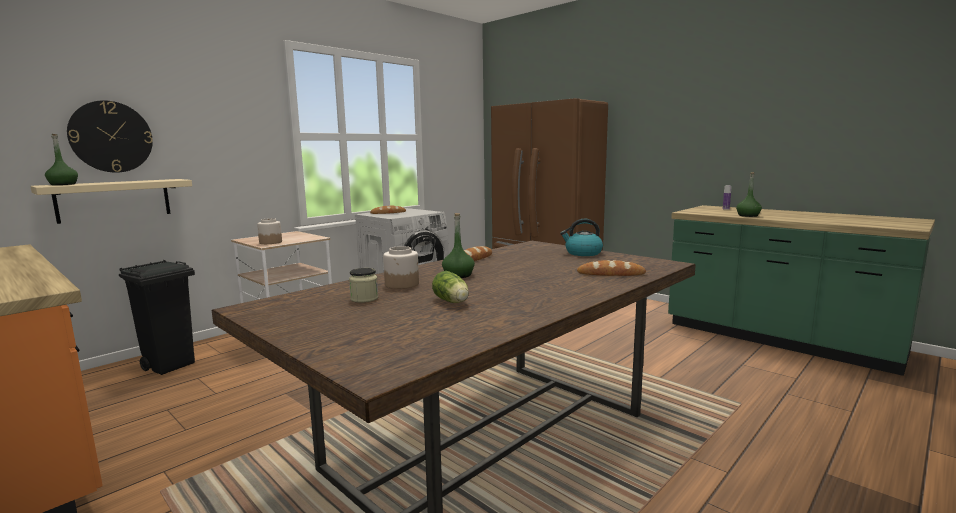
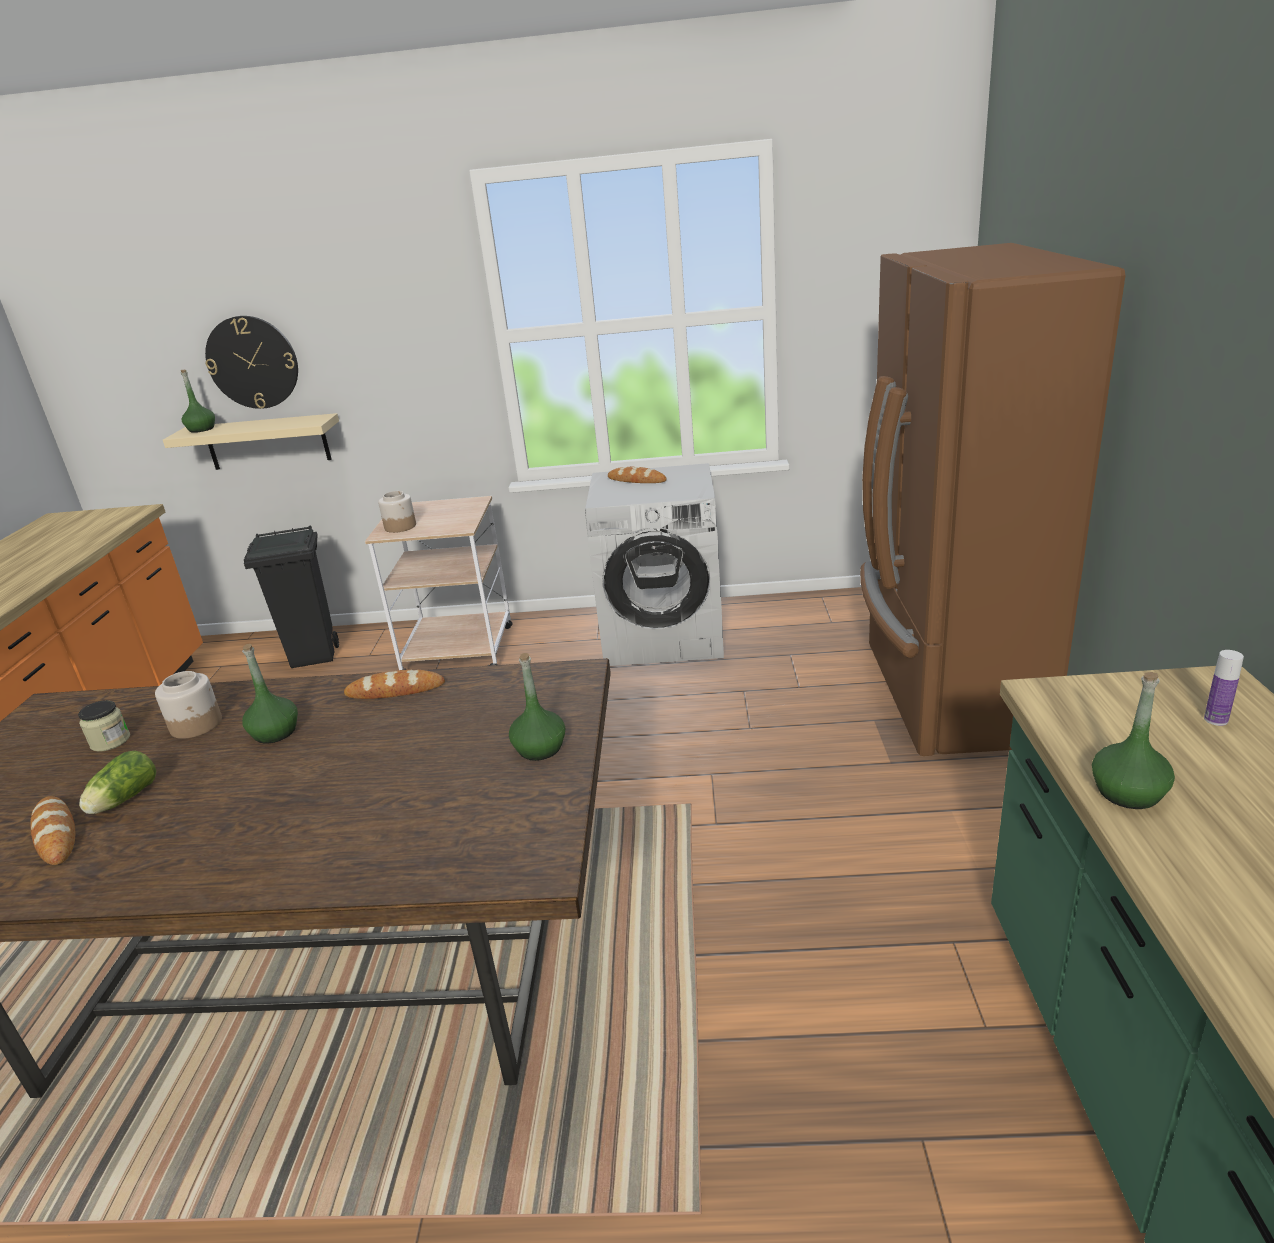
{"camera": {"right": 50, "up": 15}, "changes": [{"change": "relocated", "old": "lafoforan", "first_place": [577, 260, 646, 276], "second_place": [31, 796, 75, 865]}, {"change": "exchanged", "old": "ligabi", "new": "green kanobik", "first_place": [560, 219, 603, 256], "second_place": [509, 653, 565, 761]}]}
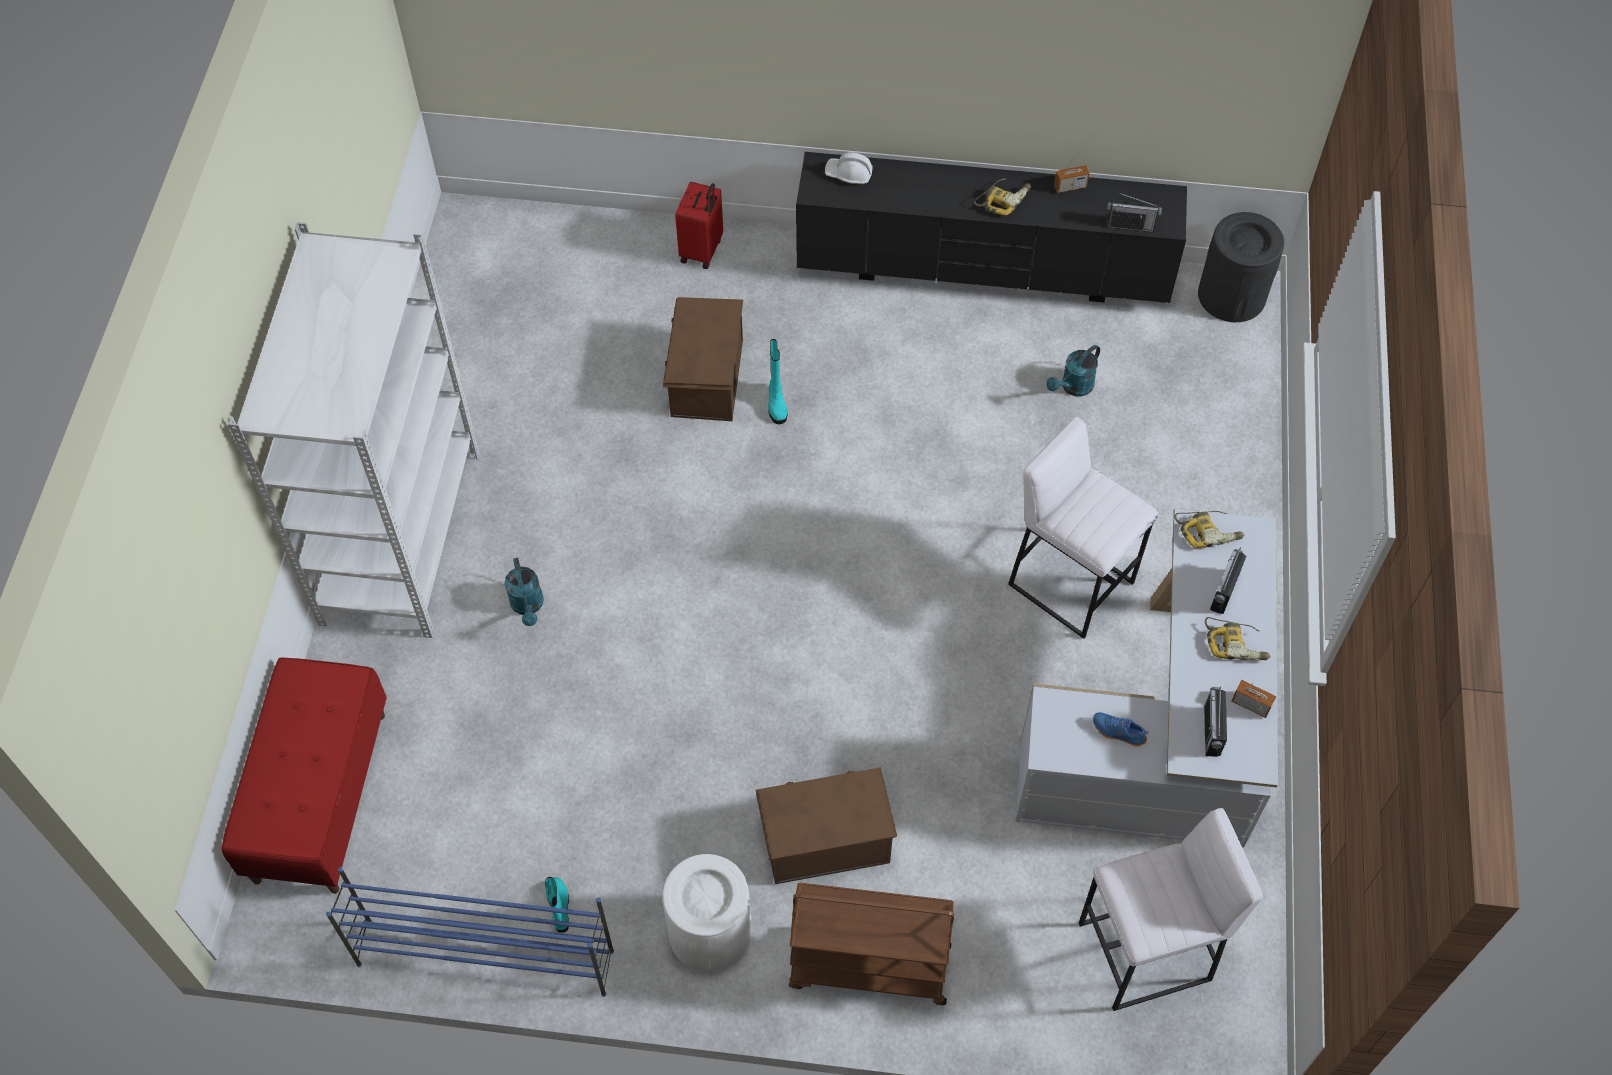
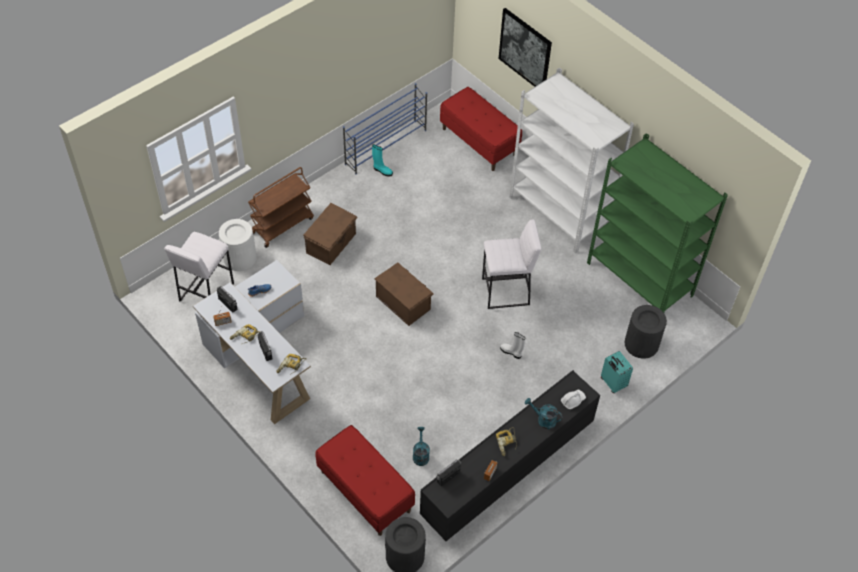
{"camera": {"right": 130, "up": -5}, "changes": [{"change": "appeared", "new": "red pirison", "second_place": [315, 425, 415, 536]}, {"change": "appeared", "new": "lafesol", "second_place": [498, 8, 552, 87]}, {"change": "appeared", "new": "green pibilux", "second_place": [587, 133, 728, 312]}, {"change": "appeared", "new": "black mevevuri", "second_place": [625, 305, 667, 359]}, {"change": "relocated", "old": "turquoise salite", "first_place": [505, 558, 544, 626], "second_place": [525, 398, 562, 429]}, {"change": "relocated", "old": "white mevevuri", "first_place": [662, 854, 752, 973], "second_place": [219, 219, 257, 271]}, {"change": "relocated", "old": "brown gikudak", "first_place": [663, 297, 743, 421], "second_place": [374, 263, 434, 326]}, {"change": "relocated", "old": "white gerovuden", "first_place": [1008, 417, 1158, 639], "second_place": [482, 219, 541, 309]}, {"change": "colour", "old": "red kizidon", "new": "turquoise kizidon", "first_place": [675, 182, 723, 269], "second_place": [601, 351, 633, 393]}, {"change": "colour", "old": "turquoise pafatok", "new": "white pafatok", "first_place": [768, 339, 788, 424], "second_place": [500, 332, 525, 359]}]}
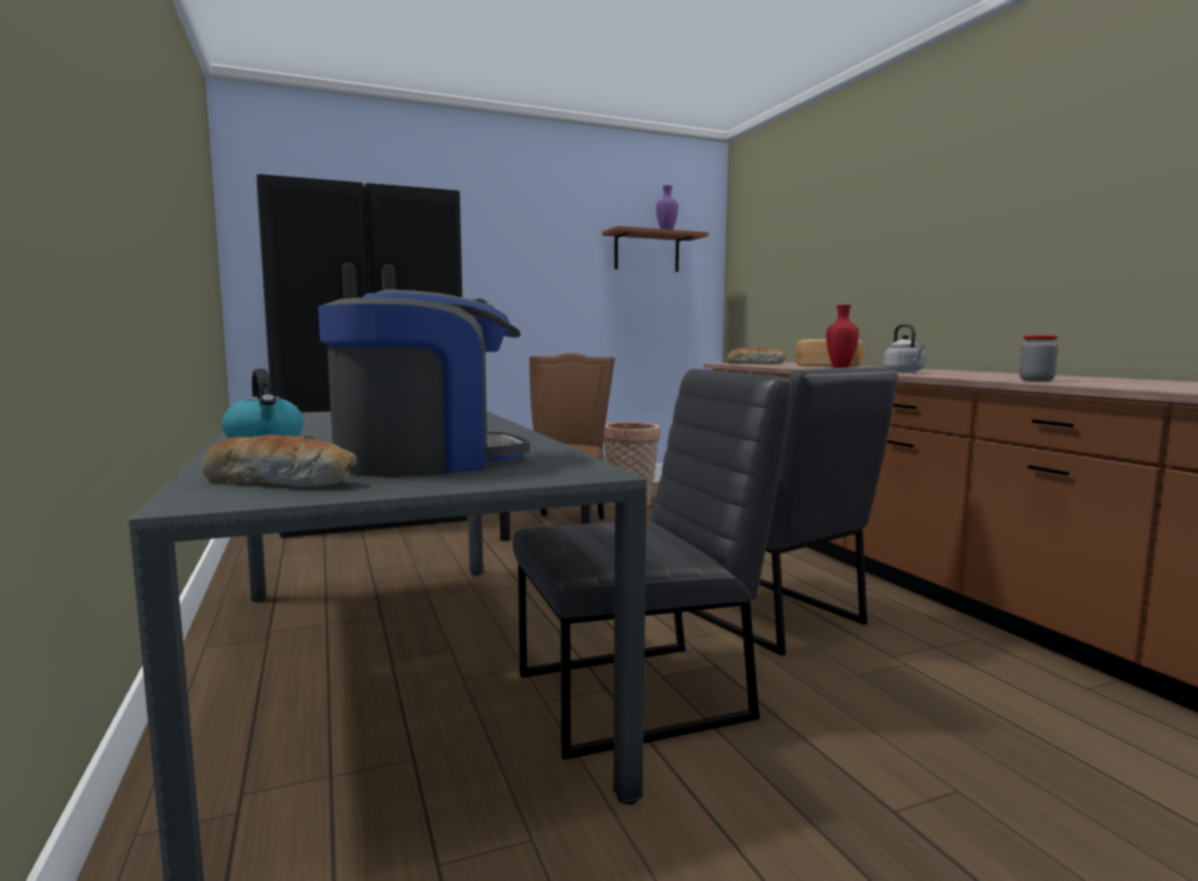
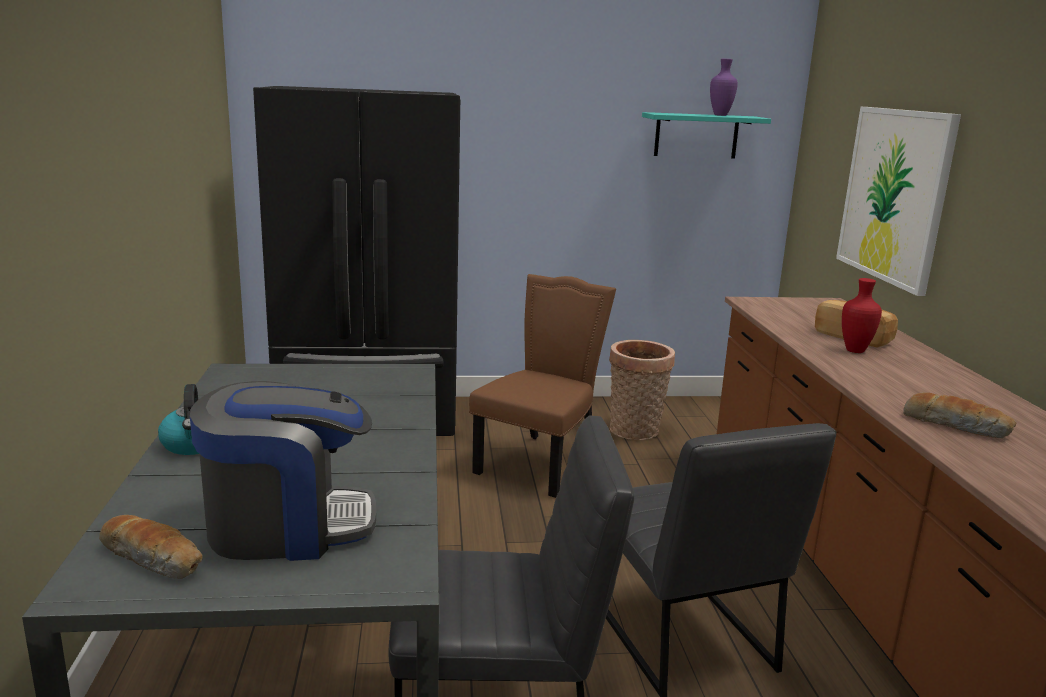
{"camera": {"right": 15, "up": 10}, "changes": [{"change": "missing", "old": "grey ligabi", "first_place": [883, 324, 926, 372]}, {"change": "missing", "old": "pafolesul", "first_place": [1019, 335, 1058, 381]}, {"change": "appeared", "new": "lafesol", "second_place": [836, 107, 961, 296]}, {"change": "relocated", "old": "lafoforan", "first_place": [727, 347, 787, 364], "second_place": [903, 392, 1017, 438]}, {"change": "colour", "old": "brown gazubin", "new": "turquoise gazubin", "first_place": [602, 226, 709, 272], "second_place": [642, 112, 771, 158]}]}
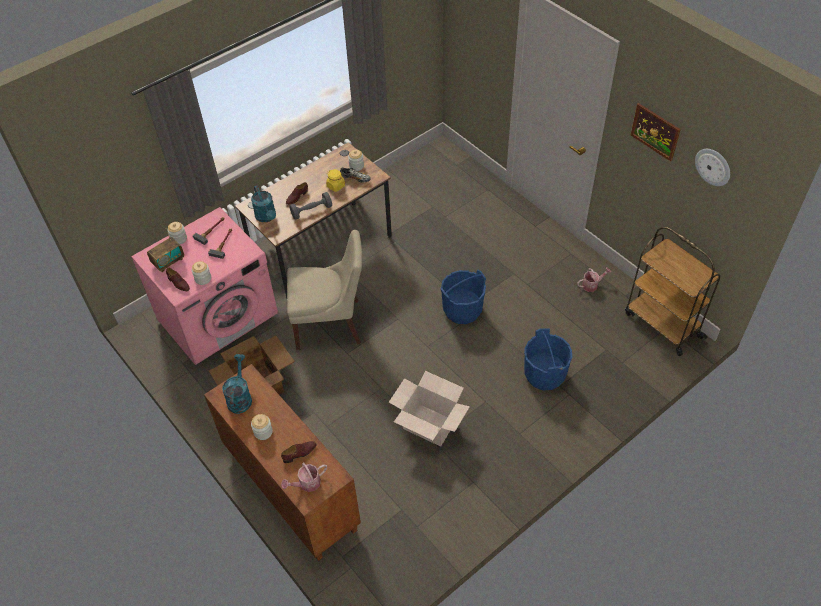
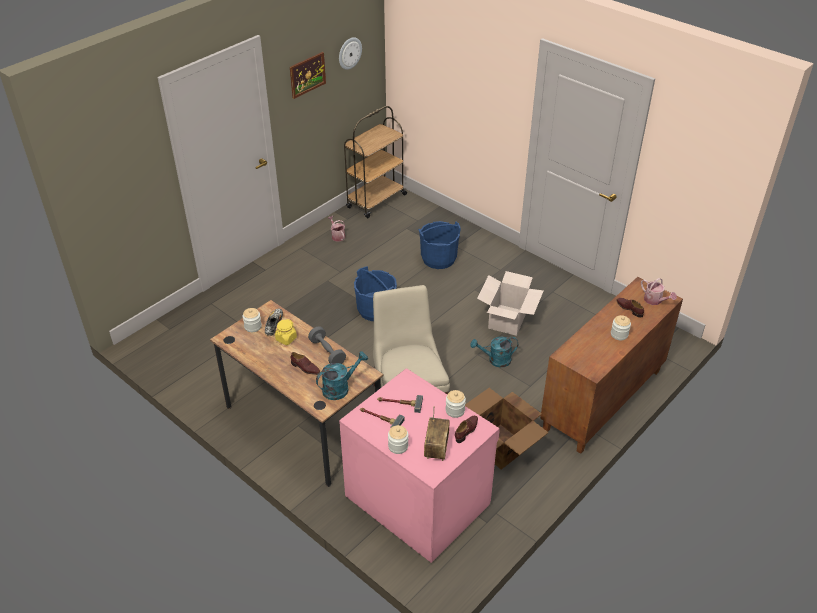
{"camera": {"right": -100, "up": -10}, "changes": [{"change": "relocated", "old": "turquoise salite", "first_place": [222, 354, 252, 414], "second_place": [470, 336, 518, 367]}, {"change": "spun", "old": "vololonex", "first_place": [147, 228, 184, 272], "second_place": [424, 406, 450, 461], "degrees": 60}]}
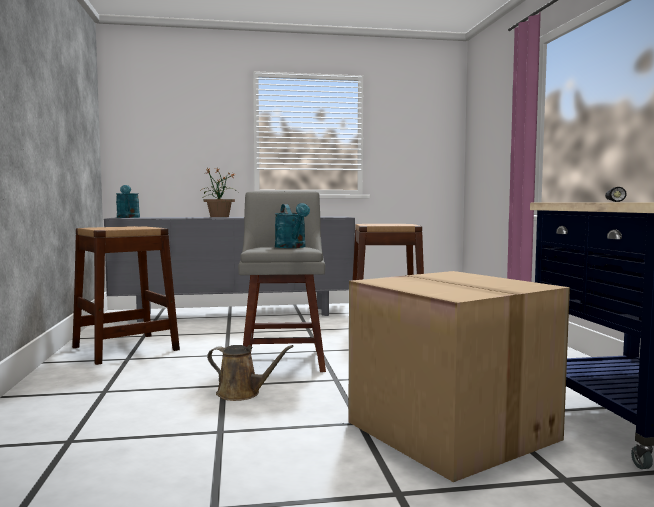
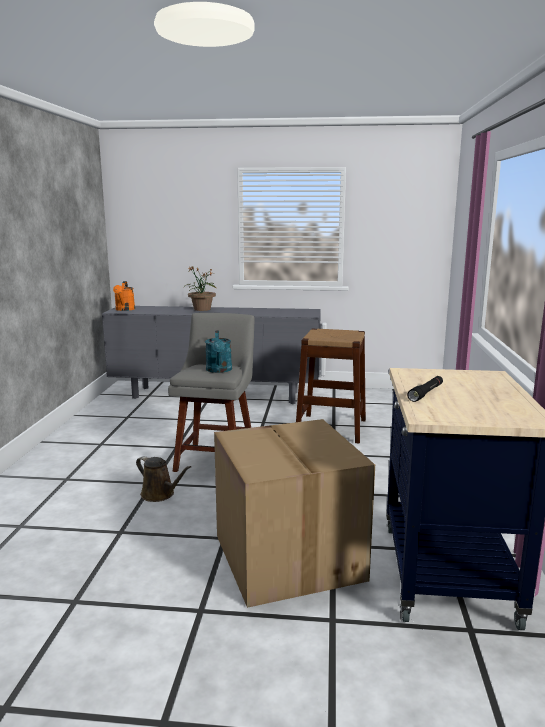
{"camera": {"right": 15, "up": 10}, "changes": [{"change": "missing", "old": "brown gerovuden", "first_place": [72, 226, 180, 365]}, {"change": "colour", "old": "turquoise salite", "new": "orange salite", "first_place": [116, 185, 140, 218], "second_place": [113, 281, 135, 311]}]}
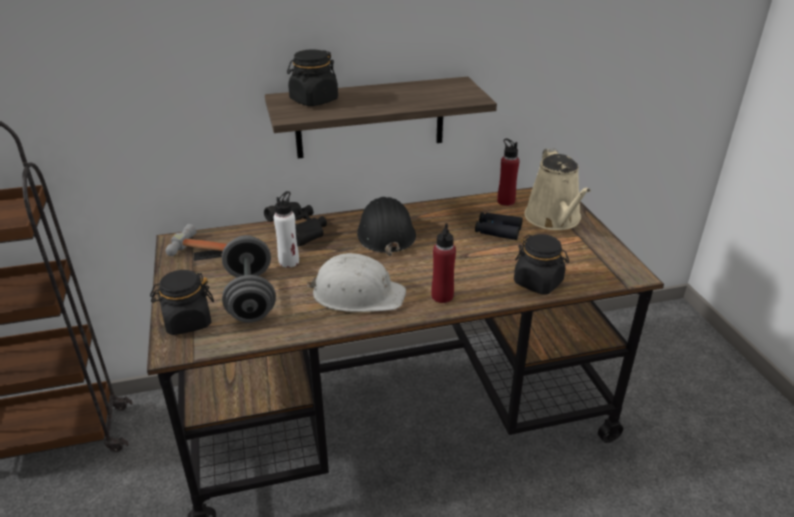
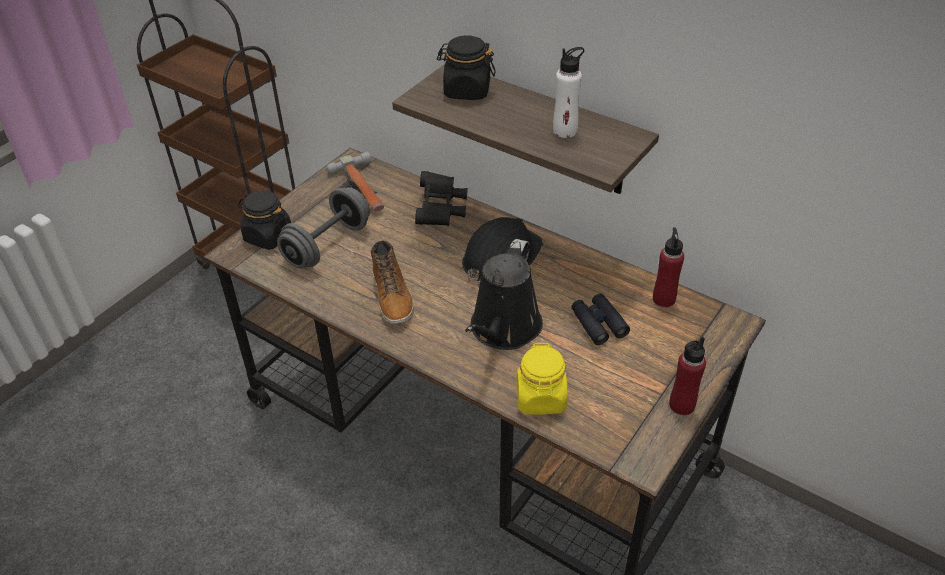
{"camera": {"right": 50, "up": 10}, "changes": [{"change": "missing", "old": "beige salite", "first_place": [524, 148, 591, 230]}, {"change": "appeared", "new": "black salite", "second_place": [465, 239, 543, 350]}, {"change": "relocated", "old": "white kanobik", "first_place": [273, 191, 299, 267], "second_place": [553, 47, 584, 138]}, {"change": "relocated", "old": "red kanobik", "first_place": [431, 223, 456, 303], "second_place": [669, 337, 706, 415]}, {"change": "exchanged", "old": "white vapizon", "new": "pafatok", "first_place": [306, 253, 406, 312], "second_place": [371, 240, 414, 324]}, {"change": "colour", "old": "black pafolesul", "new": "yellow pafolesul", "first_place": [514, 234, 569, 295], "second_place": [516, 343, 568, 415]}]}
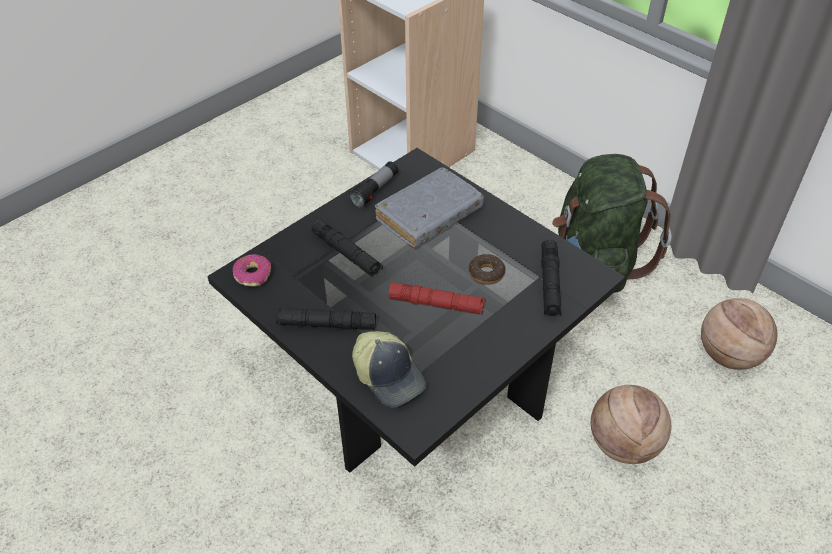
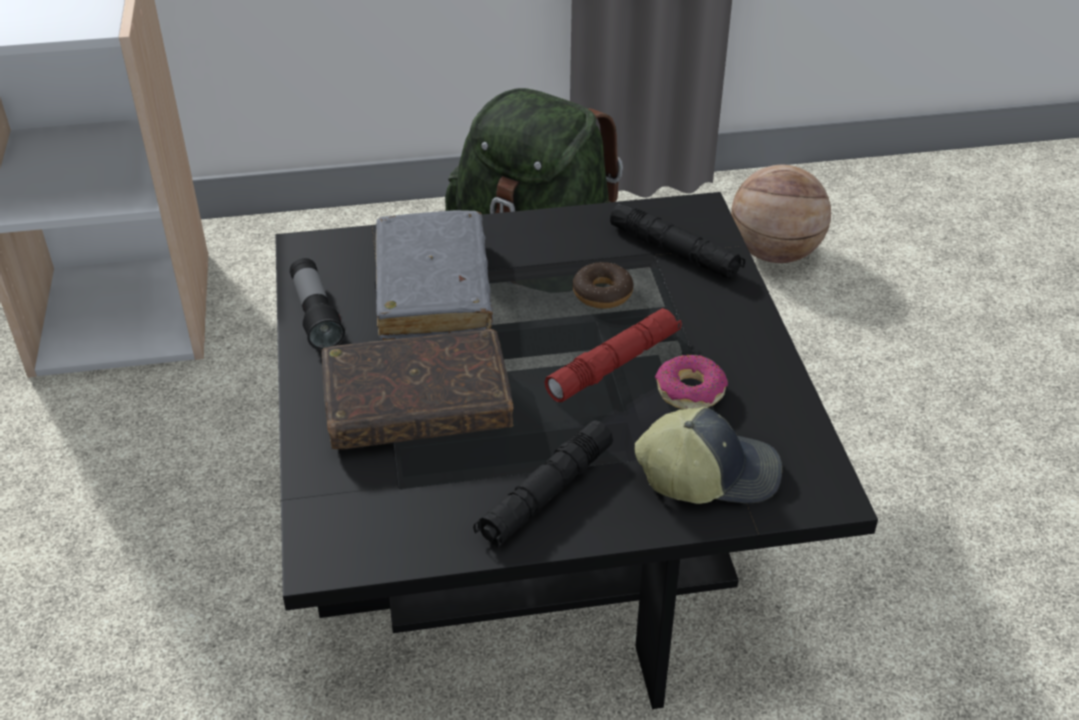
{"camera": {"right": -55, "up": -5}, "changes": [{"change": "missing", "old": "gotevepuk", "first_place": [591, 385, 671, 464]}, {"change": "relocated", "old": "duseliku", "first_place": [232, 254, 271, 287], "second_place": [655, 355, 728, 409]}, {"change": "exchanged", "old": "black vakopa", "new": "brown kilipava", "first_place": [312, 219, 383, 277], "second_place": [322, 329, 513, 449]}]}
